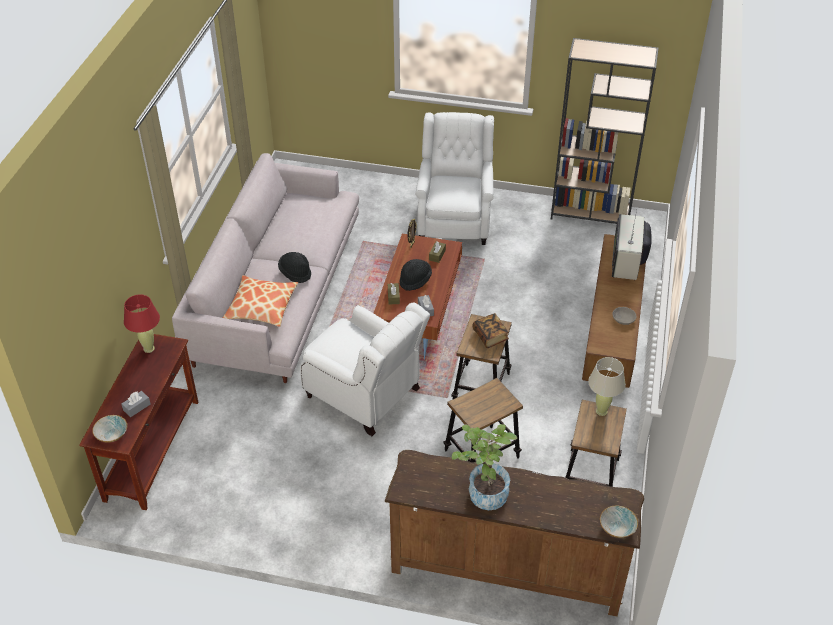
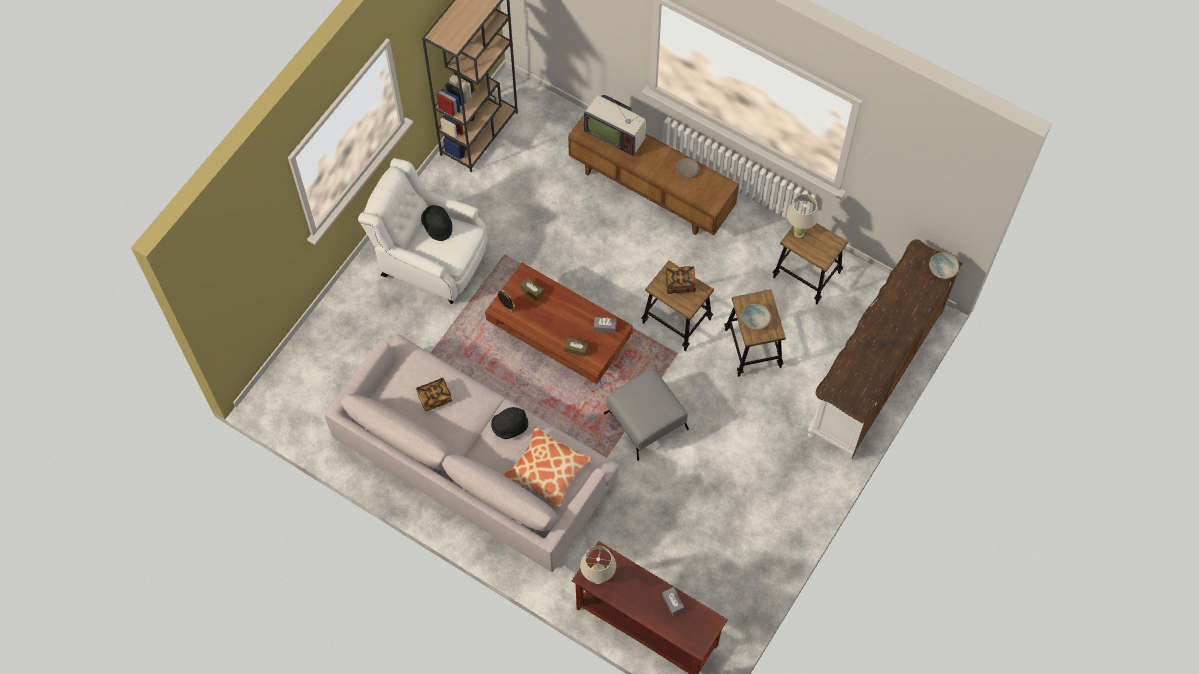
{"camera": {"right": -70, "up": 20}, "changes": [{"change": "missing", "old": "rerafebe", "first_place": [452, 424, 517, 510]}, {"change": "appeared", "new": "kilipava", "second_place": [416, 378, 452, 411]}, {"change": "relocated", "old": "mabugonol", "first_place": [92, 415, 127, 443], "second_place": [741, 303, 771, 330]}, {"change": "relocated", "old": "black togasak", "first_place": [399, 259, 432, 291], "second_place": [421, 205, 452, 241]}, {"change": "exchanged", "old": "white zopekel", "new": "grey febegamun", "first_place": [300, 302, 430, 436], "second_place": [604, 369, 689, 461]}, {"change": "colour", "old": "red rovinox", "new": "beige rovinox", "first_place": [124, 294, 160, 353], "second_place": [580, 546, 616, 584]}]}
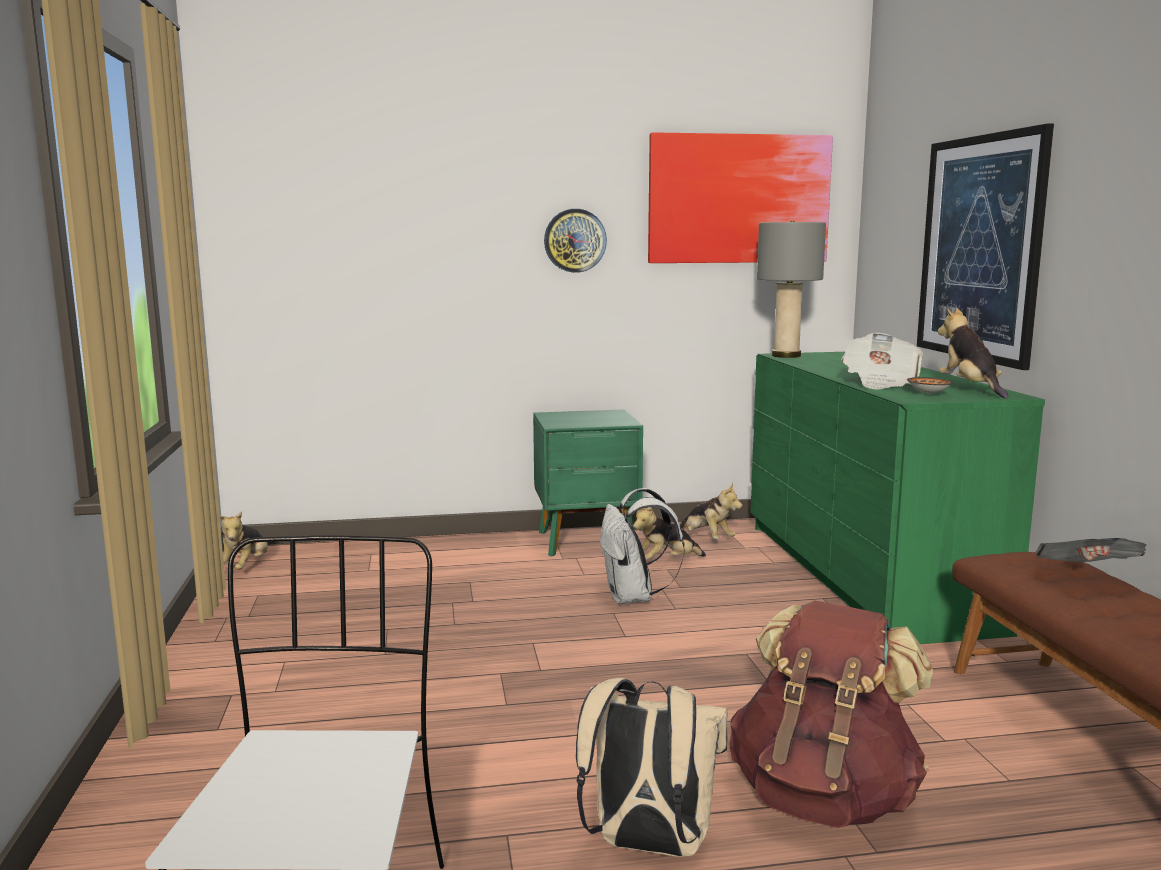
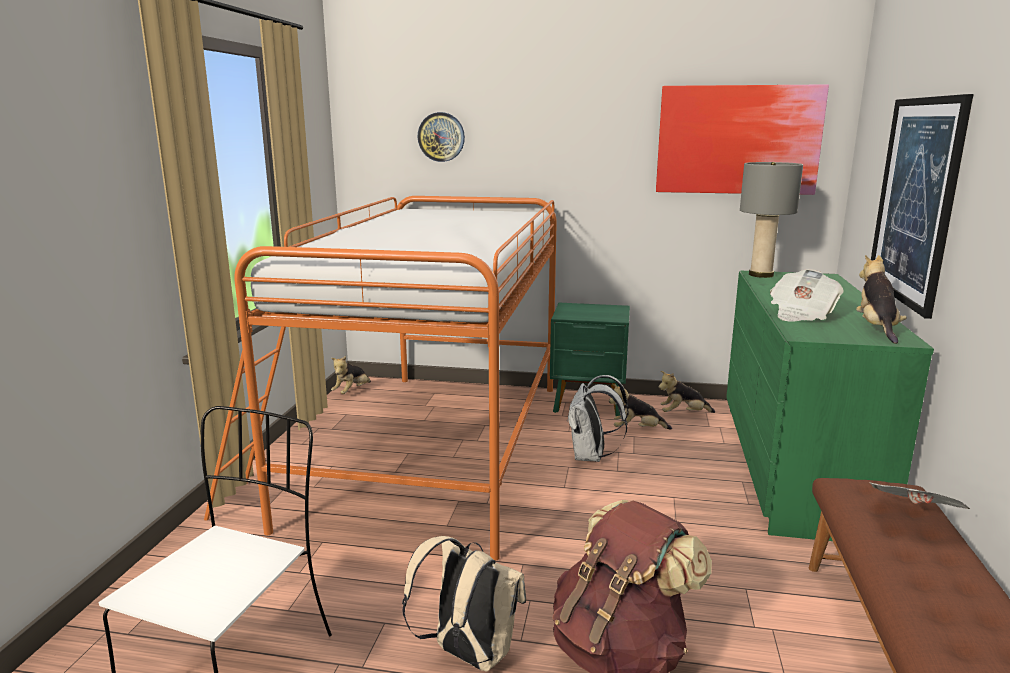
{"camera": {"right": 20, "up": 5}, "changes": [{"change": "missing", "old": "mabugonol", "first_place": [907, 377, 953, 394]}, {"change": "appeared", "new": "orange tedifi", "second_place": [204, 196, 557, 561]}, {"change": "relocated", "old": "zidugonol", "first_place": [544, 209, 607, 273], "second_place": [418, 112, 465, 162]}, {"change": "spun", "old": "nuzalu", "first_place": [680, 483, 742, 539], "second_place": [658, 371, 715, 413], "degrees": 105}]}
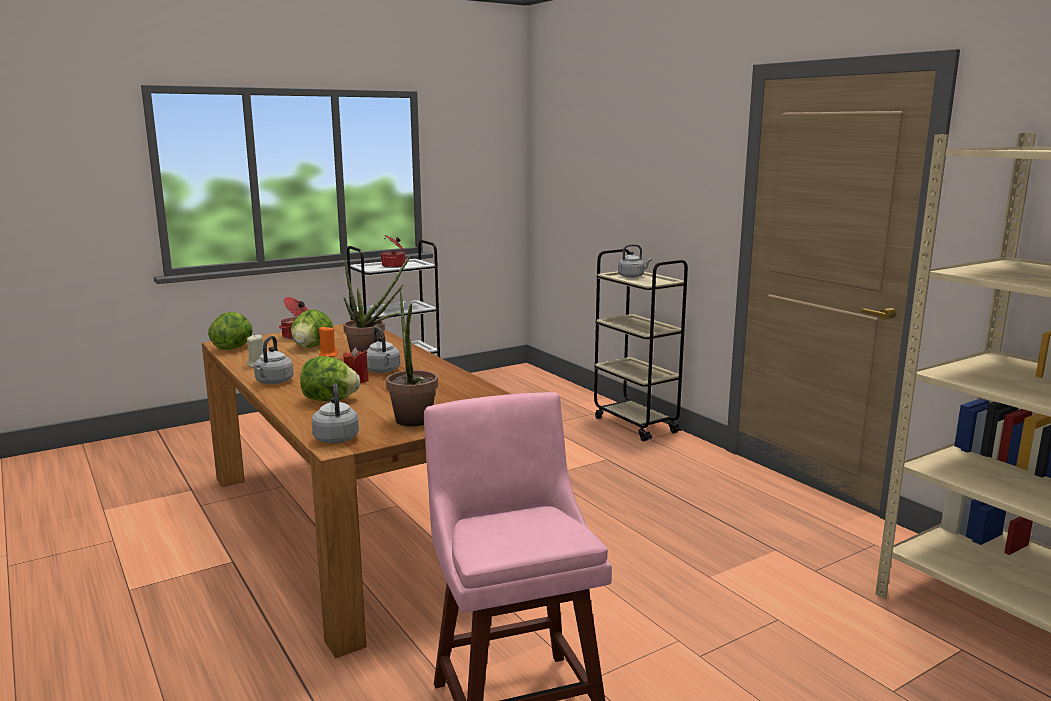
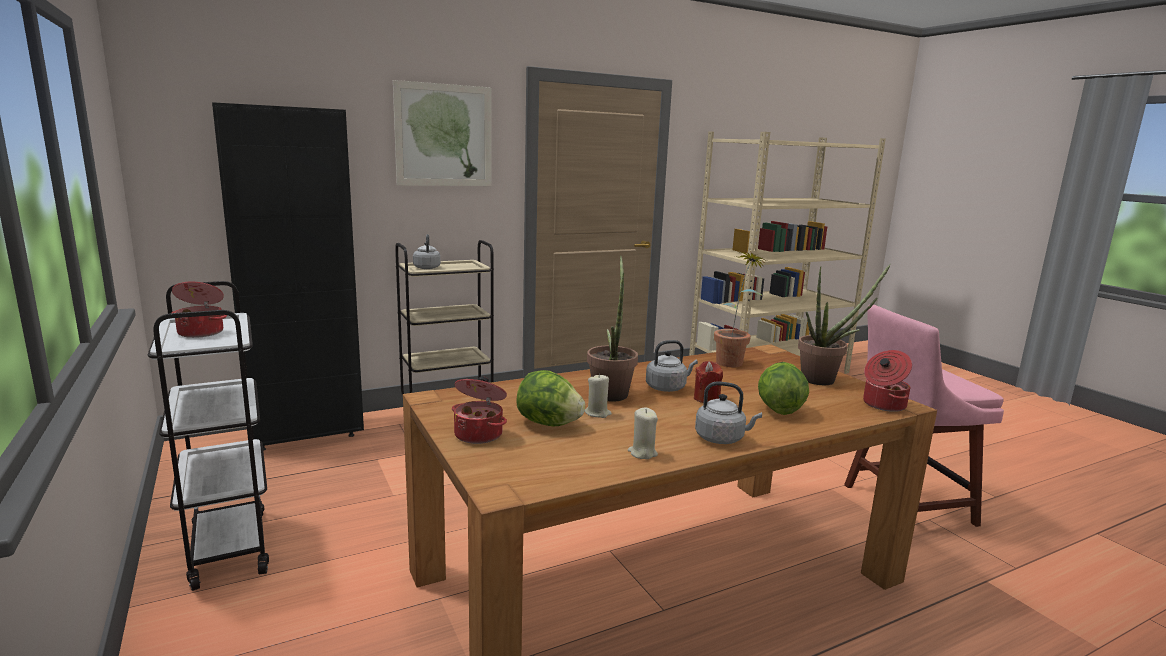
{"camera": {"right": -85, "up": 0}, "changes": [{"change": "missing", "old": "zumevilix", "first_place": [208, 312, 253, 350]}, {"change": "appeared", "new": "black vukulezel", "second_place": [212, 102, 364, 451]}, {"change": "appeared", "new": "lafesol", "second_place": [393, 80, 492, 186]}, {"change": "appeared", "new": "rerafebe", "second_place": [714, 252, 767, 367]}, {"change": "exchanged", "old": "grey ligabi", "new": "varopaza", "first_place": [311, 383, 359, 443], "second_place": [863, 350, 912, 412]}, {"change": "colour", "old": "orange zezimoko", "new": "beige zezimoko", "first_place": [319, 326, 338, 357], "second_place": [585, 374, 612, 418]}]}
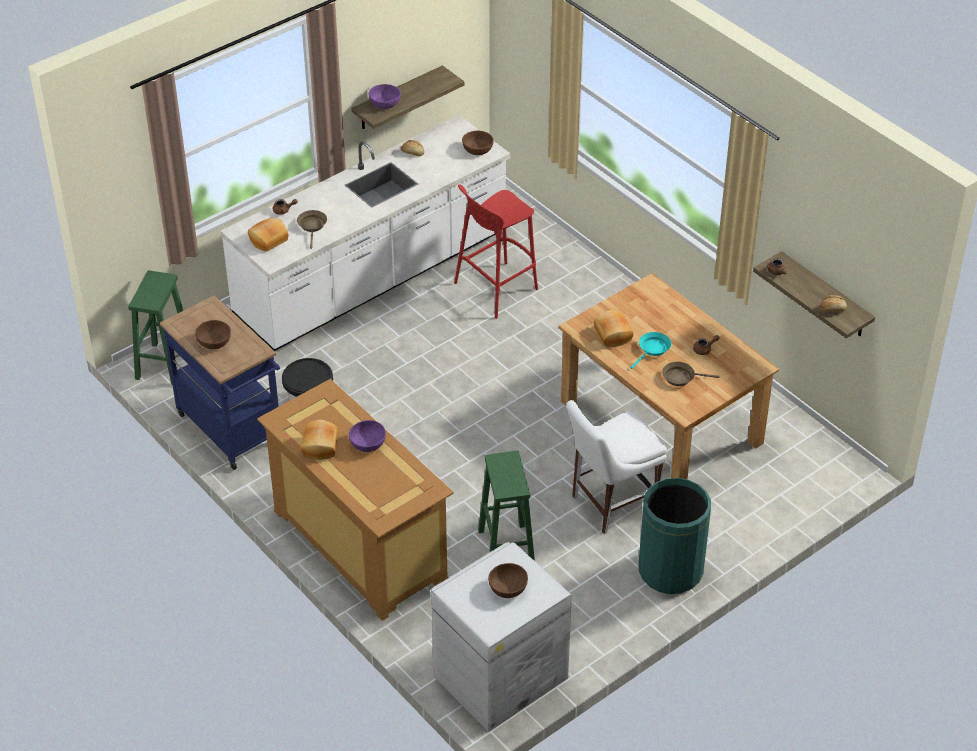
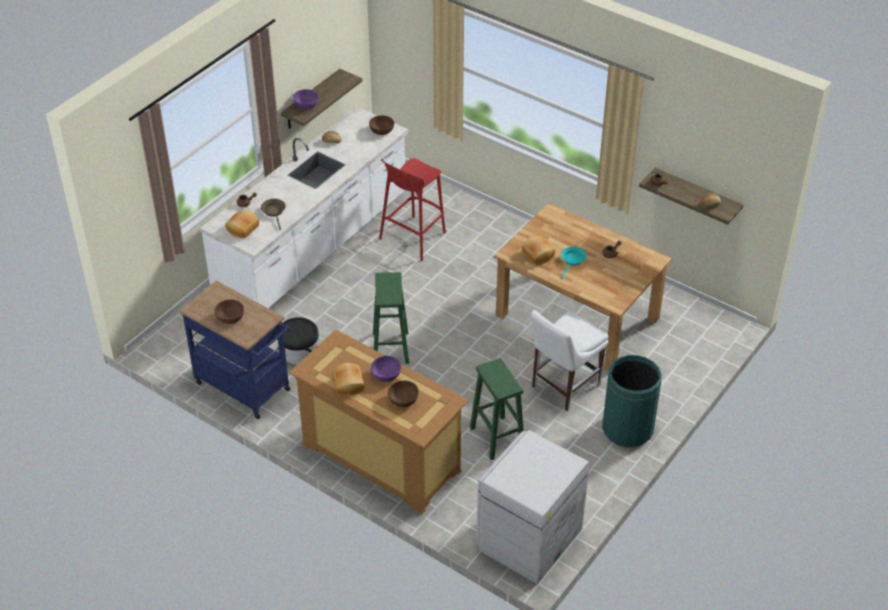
{"camera": {"right": -15, "up": 0}, "changes": [{"change": "missing", "old": "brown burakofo", "first_place": [662, 362, 719, 386]}, {"change": "relocated", "old": "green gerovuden", "first_place": [128, 270, 183, 386], "second_place": [373, 272, 409, 364]}, {"change": "relocated", "old": "brown mabugonol", "first_place": [488, 563, 528, 598], "second_place": [388, 380, 419, 407]}]}
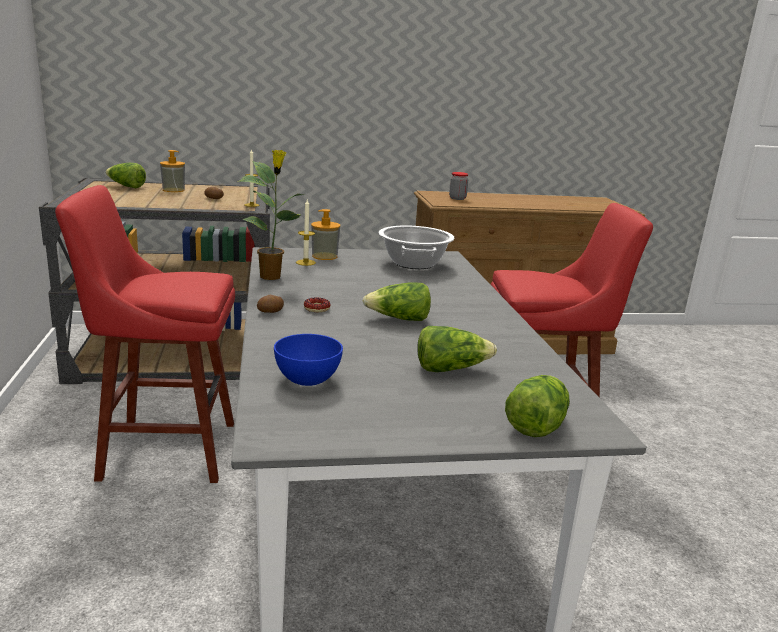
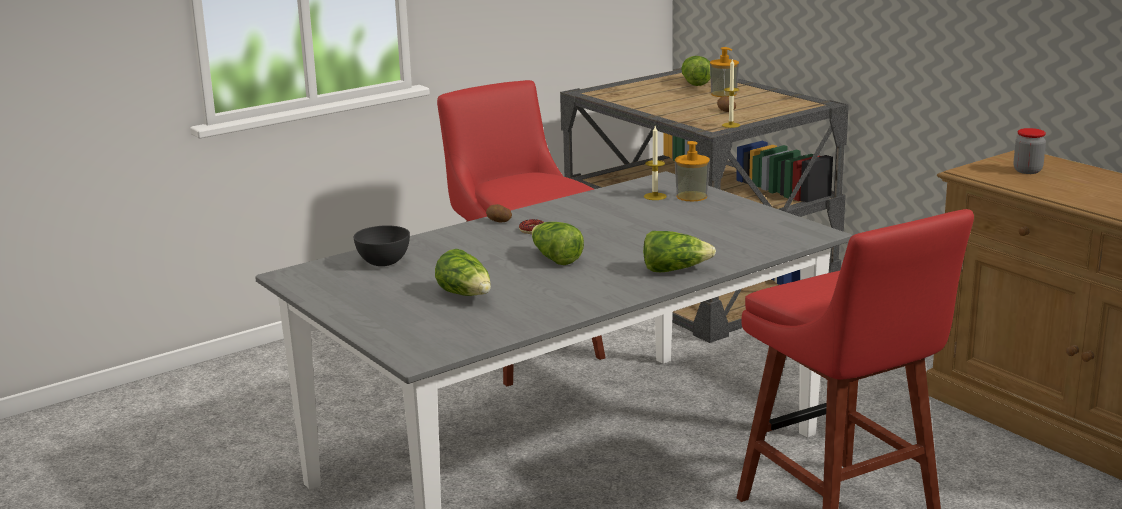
{"camera": {"right": 65, "up": 0}, "changes": [{"change": "missing", "old": "rerafebe", "first_place": [238, 150, 304, 280]}, {"change": "missing", "old": "varopaza", "first_place": [378, 225, 455, 269]}, {"change": "relocated", "old": "zumevilix", "first_place": [505, 375, 570, 437], "second_place": [643, 231, 716, 272]}, {"change": "colour", "old": "blue mabugonol", "new": "grey mabugonol", "first_place": [274, 334, 343, 386], "second_place": [354, 225, 410, 266]}]}
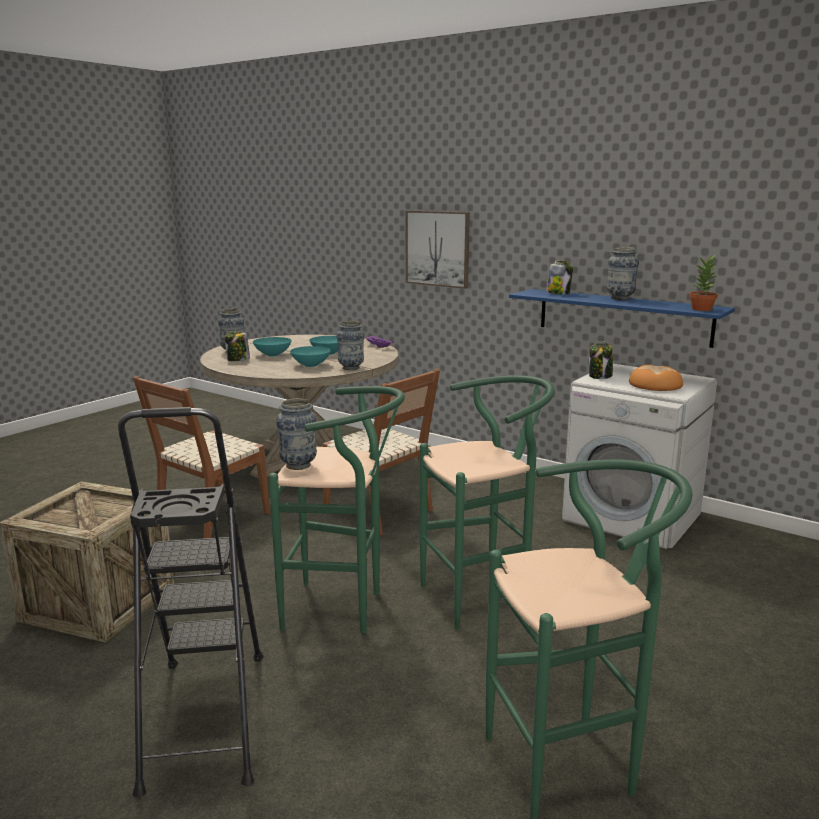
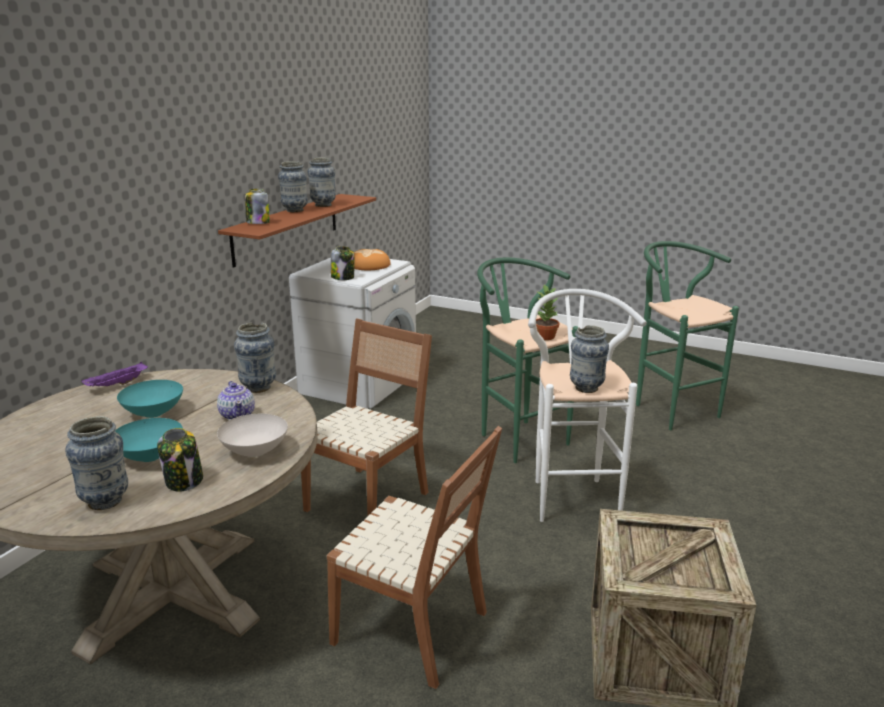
{"camera": {"right": -100, "up": 5}, "changes": [{"change": "missing", "old": "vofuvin", "first_place": [118, 407, 264, 798]}, {"change": "missing", "old": "lafesol", "first_place": [406, 210, 470, 289]}, {"change": "appeared", "new": "white mabugonol", "second_place": [217, 414, 288, 457]}, {"change": "appeared", "new": "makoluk", "second_place": [307, 157, 336, 207]}, {"change": "relocated", "old": "rerafebe", "first_place": [689, 255, 718, 311], "second_place": [536, 285, 559, 340]}, {"change": "exchanged", "old": "turquoise mabugonol", "new": "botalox", "first_place": [290, 346, 331, 367], "second_place": [217, 381, 255, 420]}, {"change": "colour", "old": "green gerovuden", "new": "white gerovuden", "first_place": [269, 386, 405, 633], "second_place": [528, 289, 647, 522]}, {"change": "colour", "old": "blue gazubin", "new": "brown gazubin", "first_place": [509, 289, 735, 348], "second_place": [218, 194, 376, 267]}]}
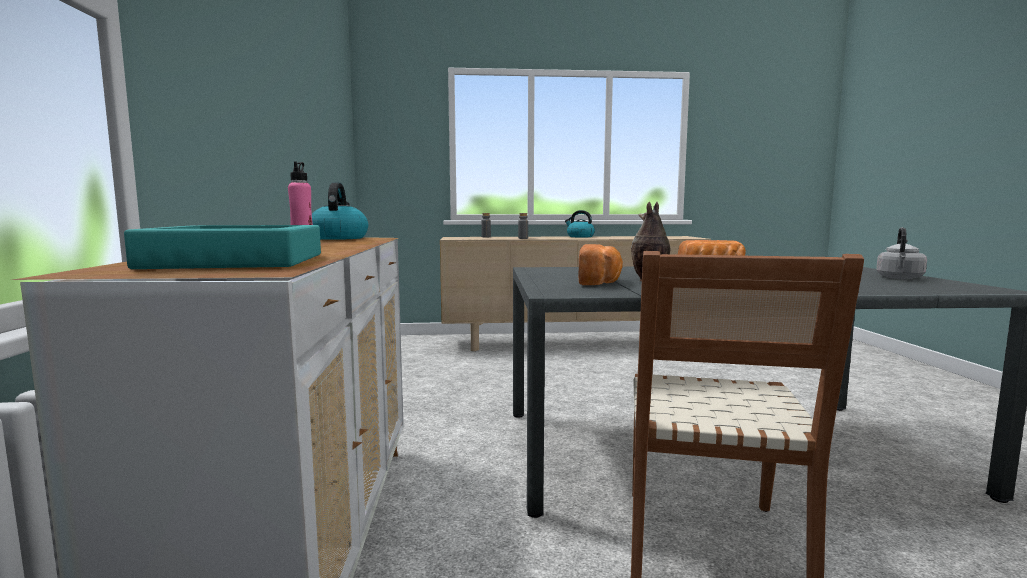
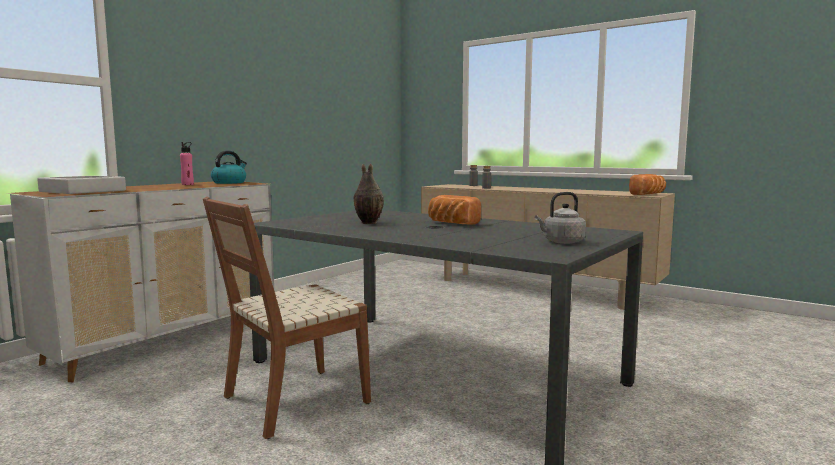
{"camera": {"right": 40, "up": 0}, "changes": [{"change": "missing", "old": "ligabi", "first_place": [565, 210, 595, 238]}, {"change": "relocated", "old": "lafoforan", "first_place": [579, 244, 623, 285], "second_place": [629, 174, 666, 195]}, {"change": "colour", "old": "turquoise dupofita", "new": "grey dupofita", "first_place": [124, 225, 321, 269], "second_place": [37, 176, 126, 194]}]}
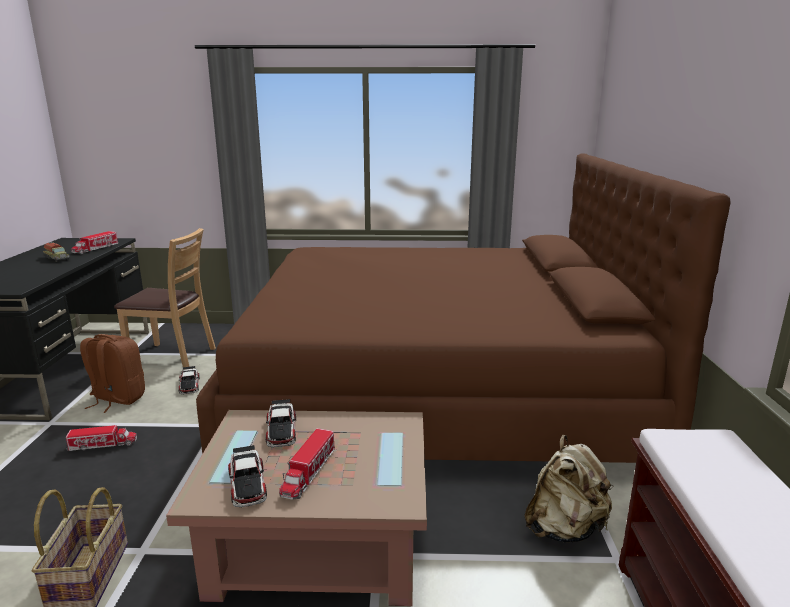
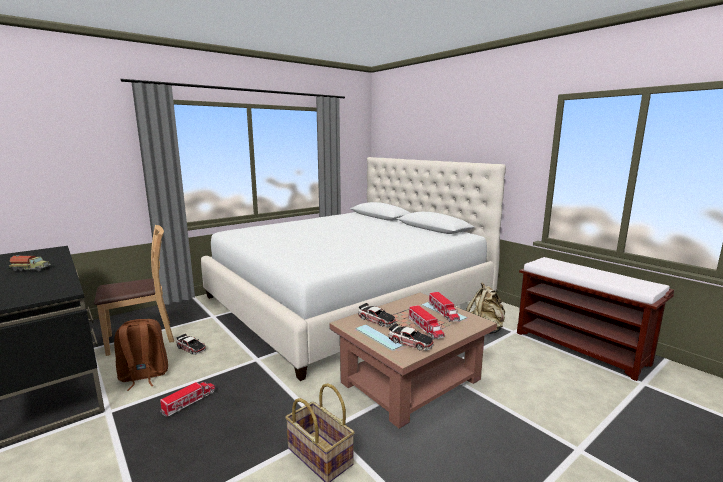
{"camera": {"right": -40, "up": -5}, "changes": [{"change": "relocated", "old": "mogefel", "first_place": [71, 231, 119, 254], "second_place": [429, 292, 460, 322]}, {"change": "colour", "old": "brown tedifi", "new": "white tedifi", "first_place": [196, 153, 731, 463], "second_place": [201, 157, 506, 381]}]}
